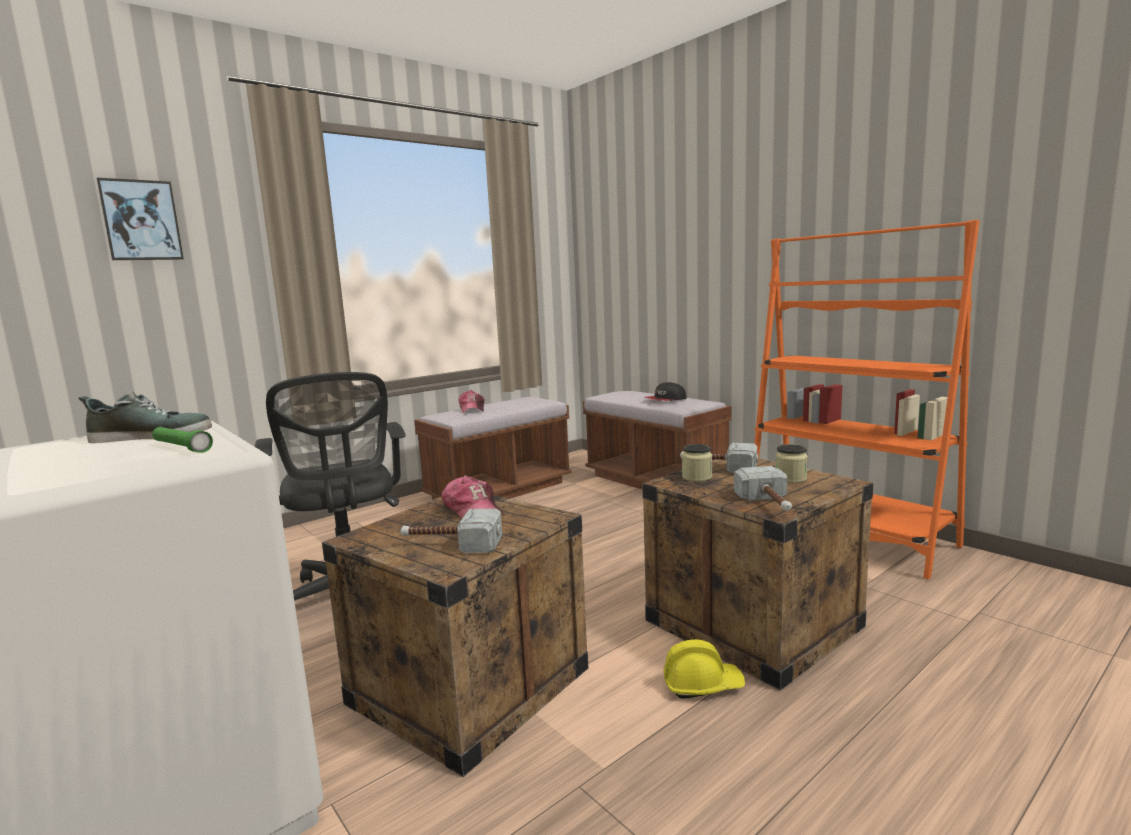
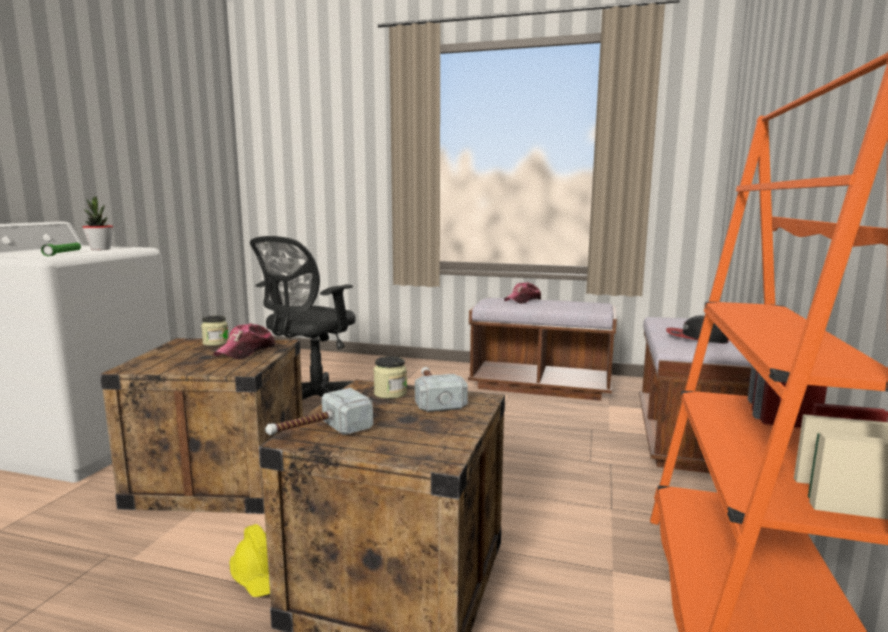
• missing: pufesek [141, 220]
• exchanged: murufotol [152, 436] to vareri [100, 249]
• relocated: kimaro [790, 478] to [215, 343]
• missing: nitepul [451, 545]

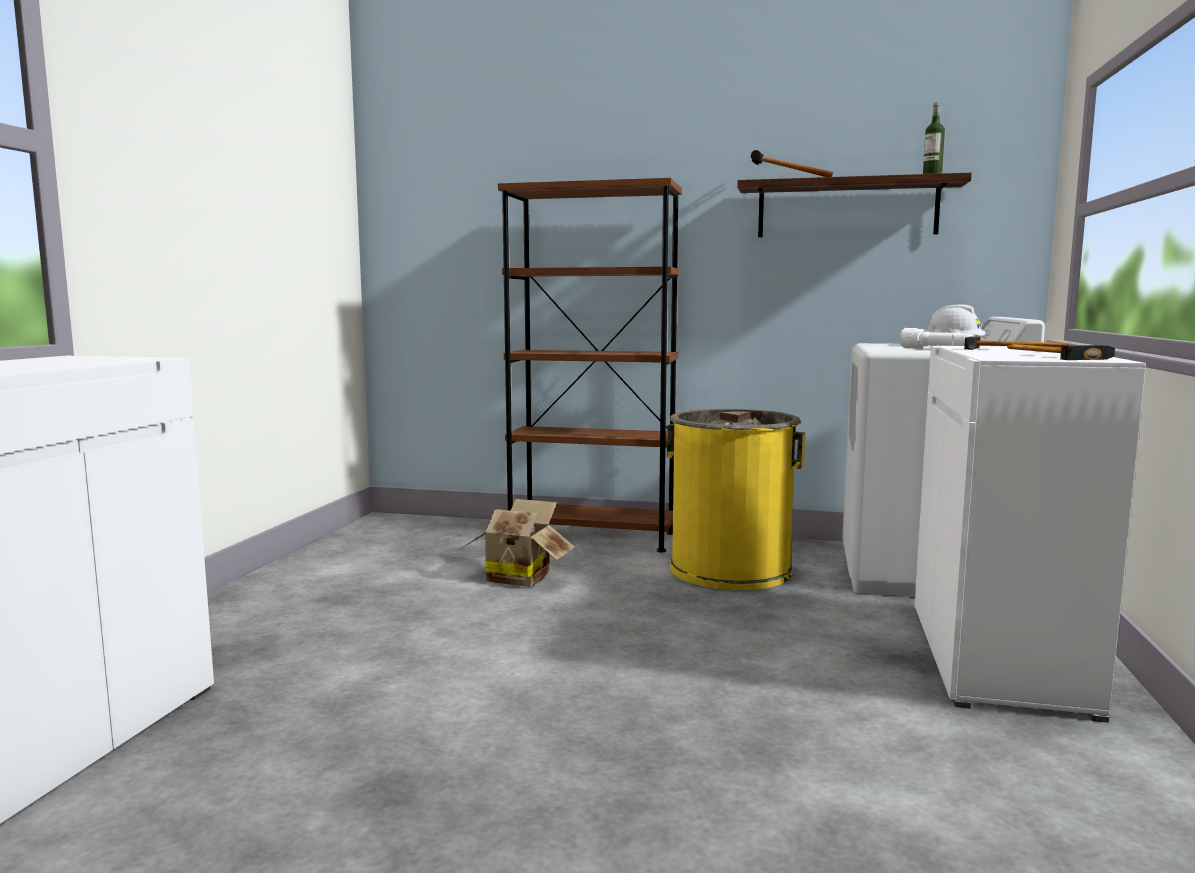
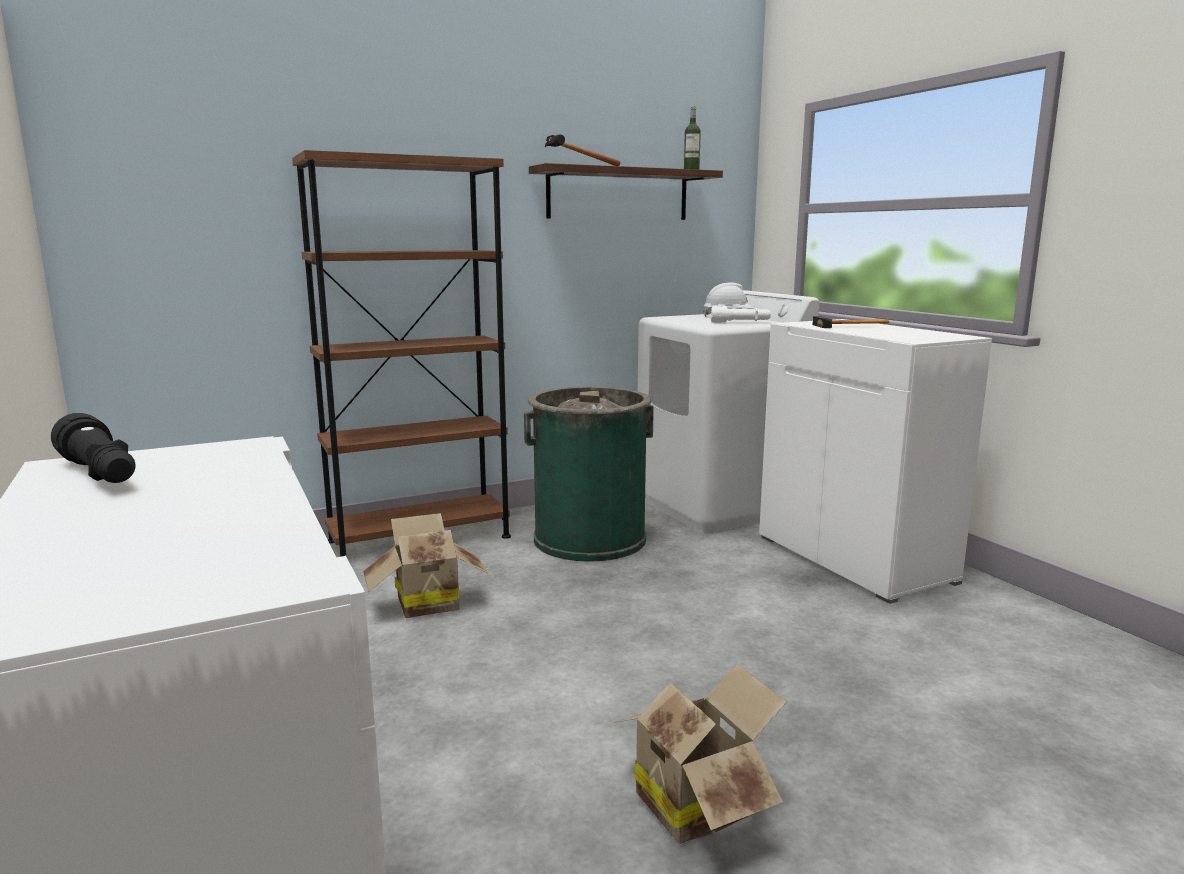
• missing: nitepul [1052, 356]
• colour: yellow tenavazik [730, 569] to green tenavazik [589, 539]
• appeared: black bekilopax [100, 474]
• appeared: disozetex [697, 802]

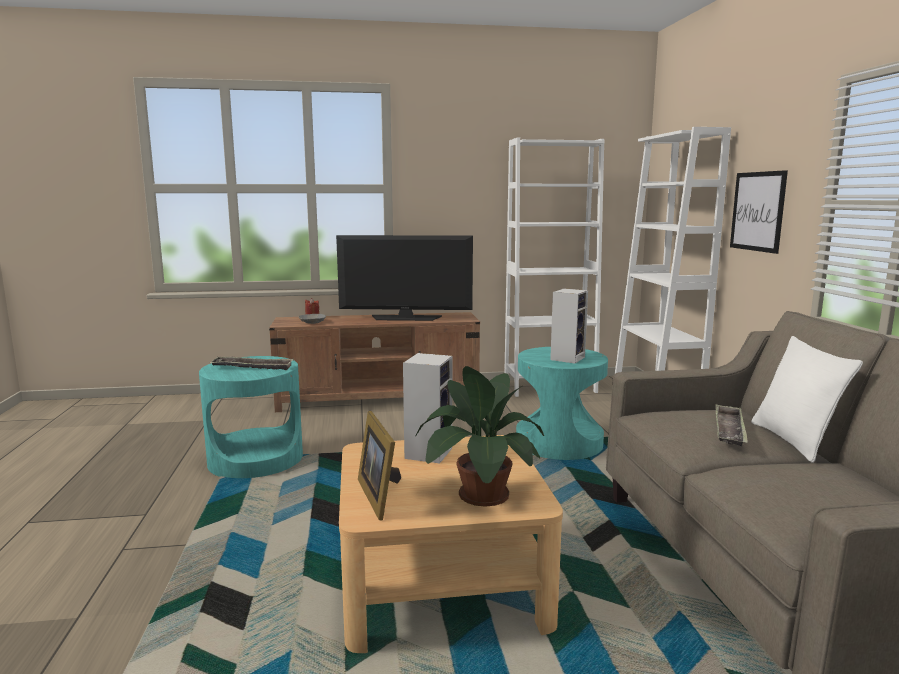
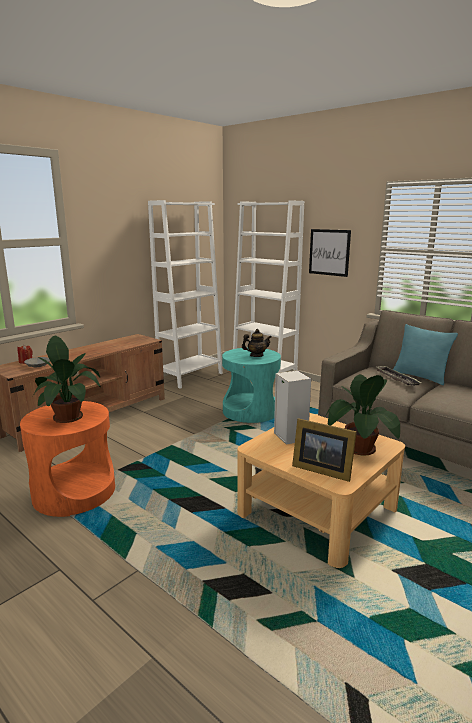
• missing: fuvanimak [405, 318]
• exchanged: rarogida [567, 358] to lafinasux [256, 355]
• colour: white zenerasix [793, 441] to turquoise zenerasix [420, 377]
• colour: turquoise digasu [255, 459] to orange digasu [74, 492]
• exchanged: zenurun [252, 367] to vareri [69, 415]

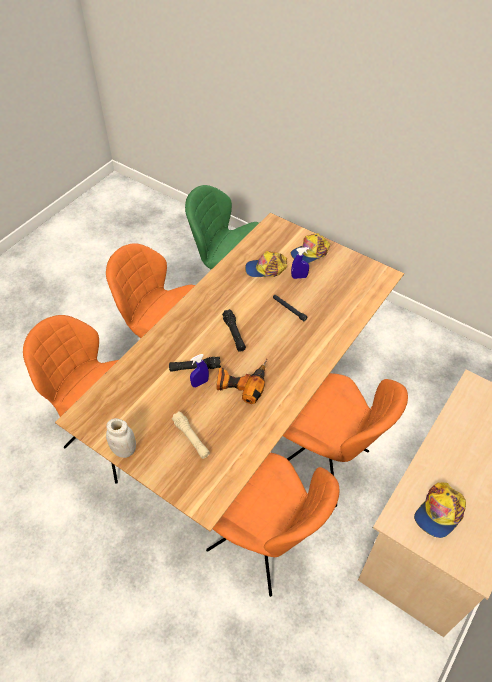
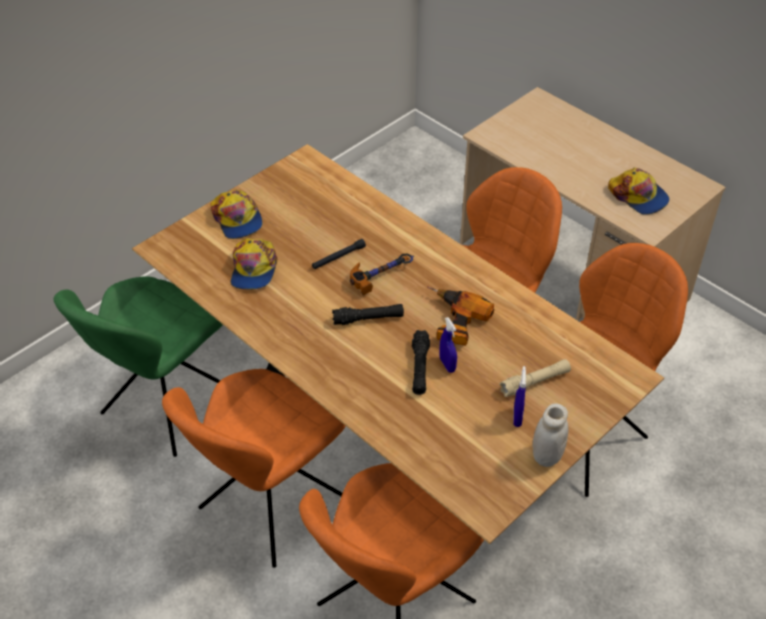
• relocated: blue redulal [299, 277] to [517, 417]
• appeared: nitepul [382, 274]

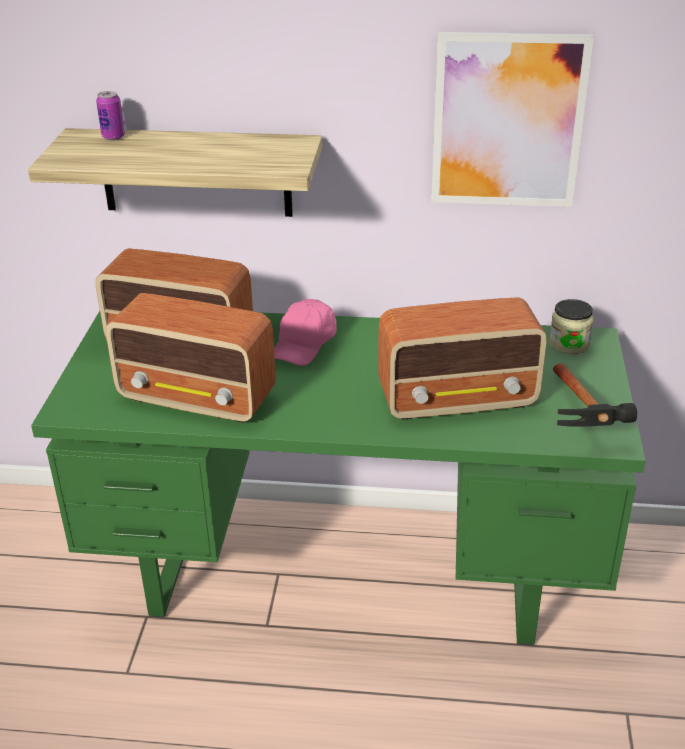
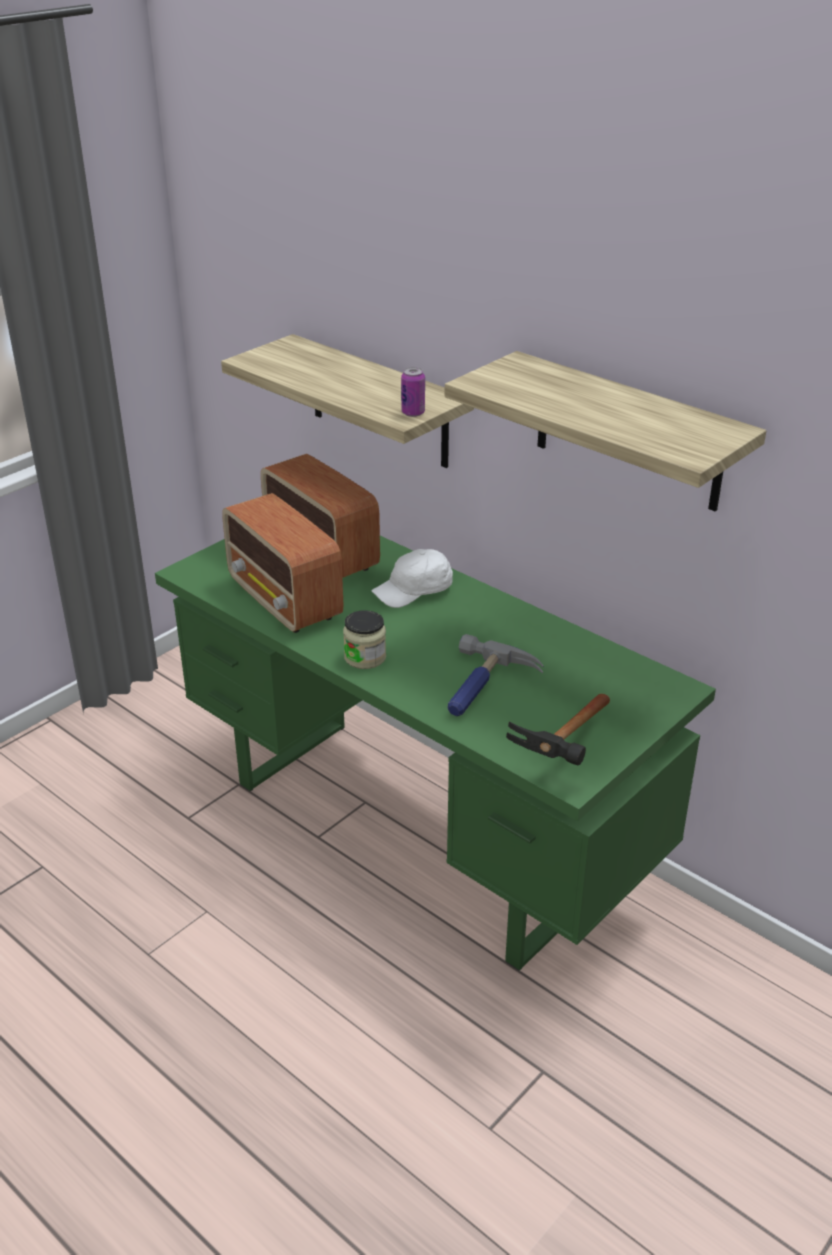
• exchanged: pufesek [507, 121] to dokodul [628, 432]
• relocated: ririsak [113, 137] to [413, 413]
• exchanged: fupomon [459, 399] to nitepul [483, 687]
• colour: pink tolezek [304, 345] to white tolezek [414, 591]
• relocated: kimaro [569, 344] to [365, 657]

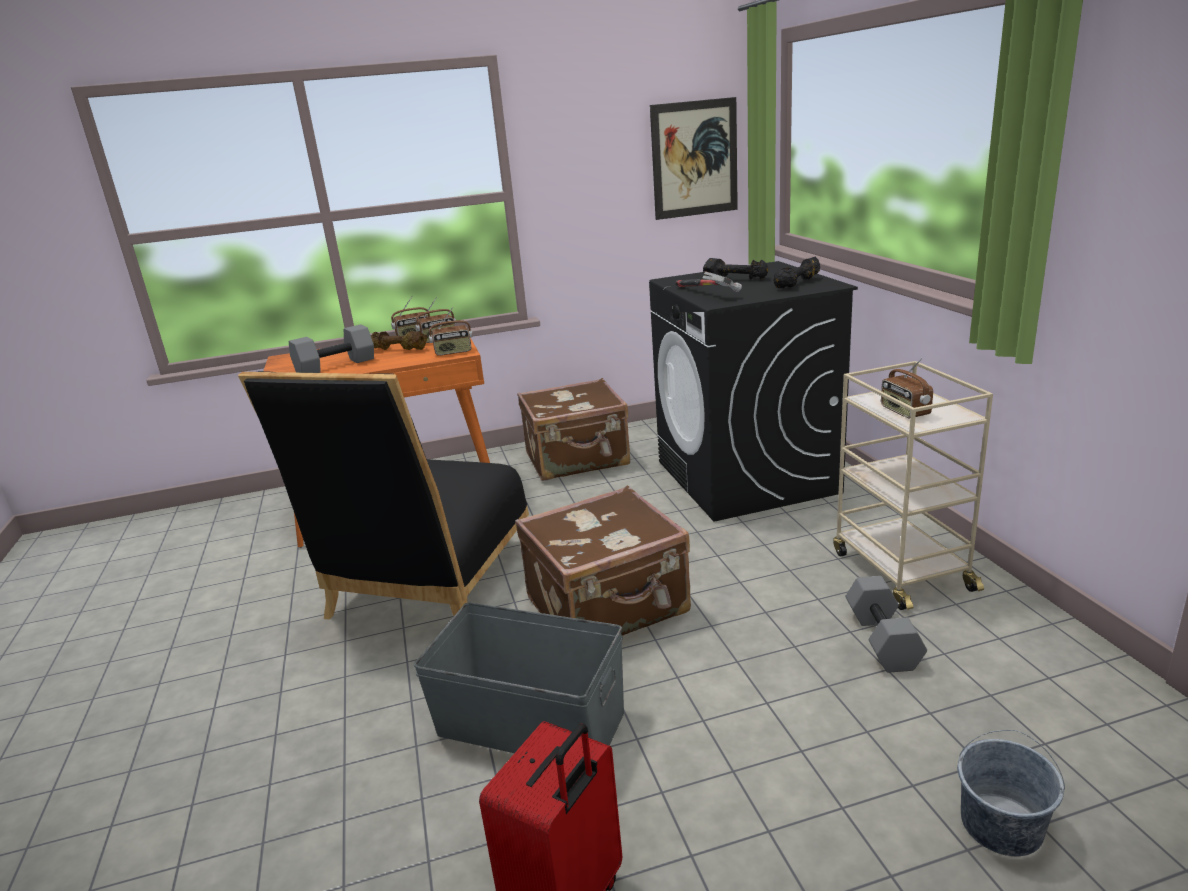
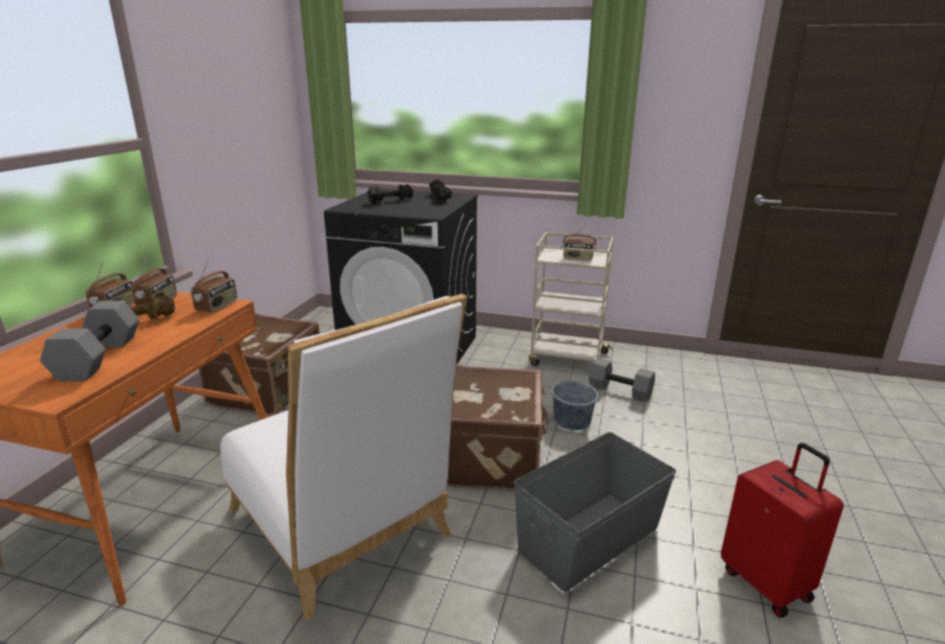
• missing: pufesek [694, 159]
• missing: nitepul [704, 294]
• colour: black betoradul [428, 585] to white betoradul [344, 531]
• relocated: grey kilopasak [1000, 825] to [571, 420]

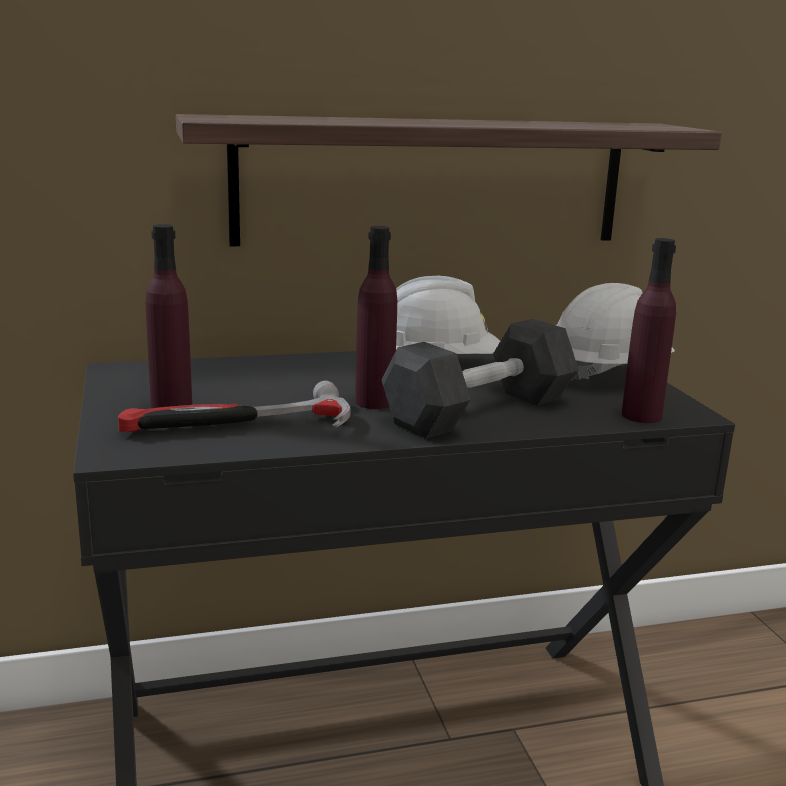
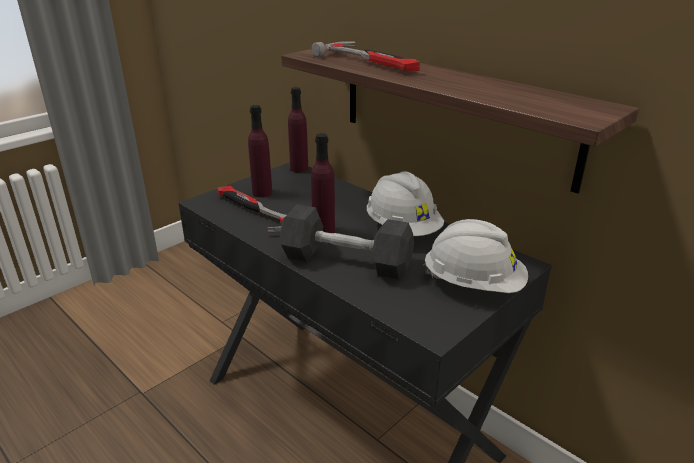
• relocated: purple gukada [641, 415] to [299, 168]
• appeared: nitepul [370, 62]

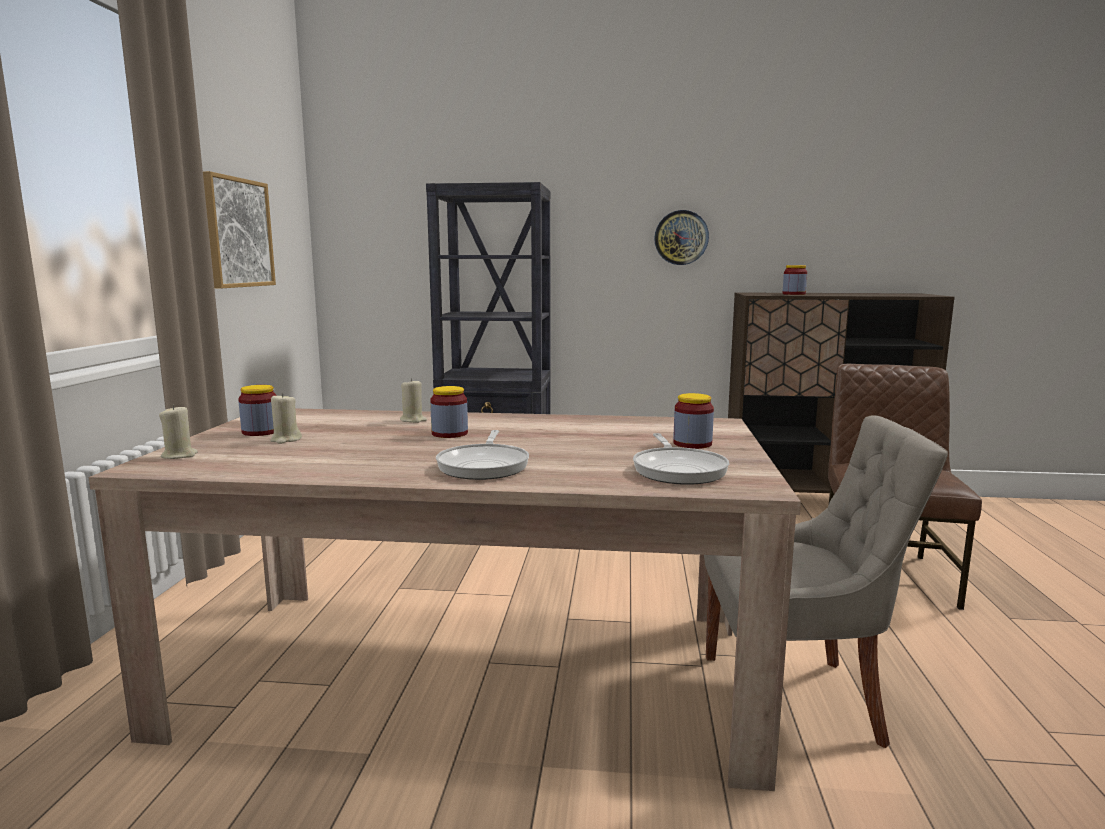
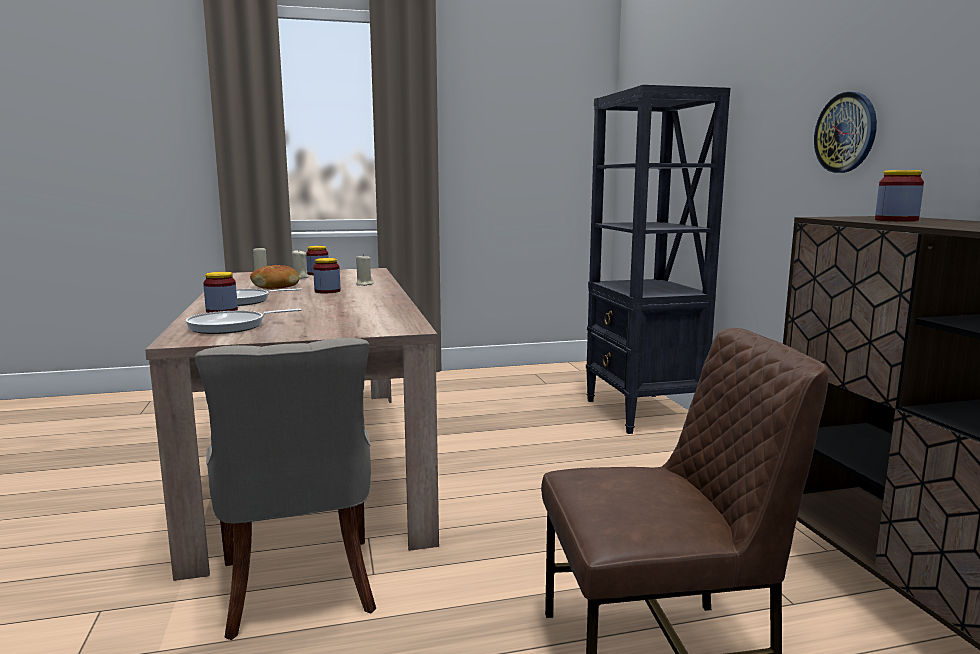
• missing: pufesek [238, 233]
• relocated: kimaro [692, 444] to [222, 311]
• appeared: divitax [276, 286]

